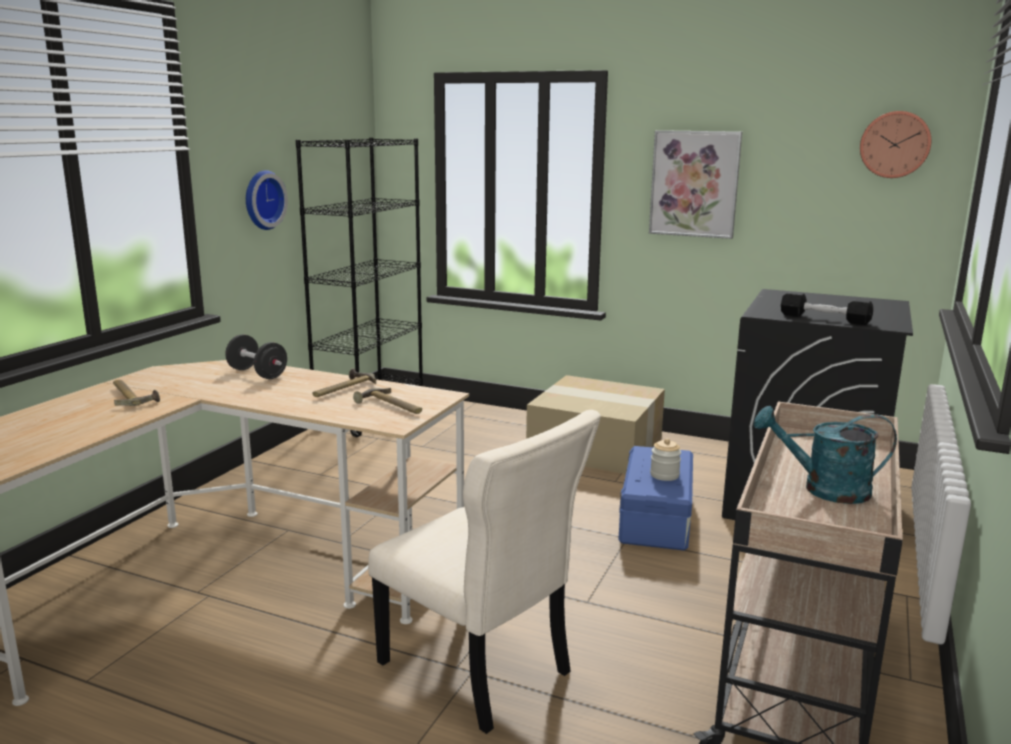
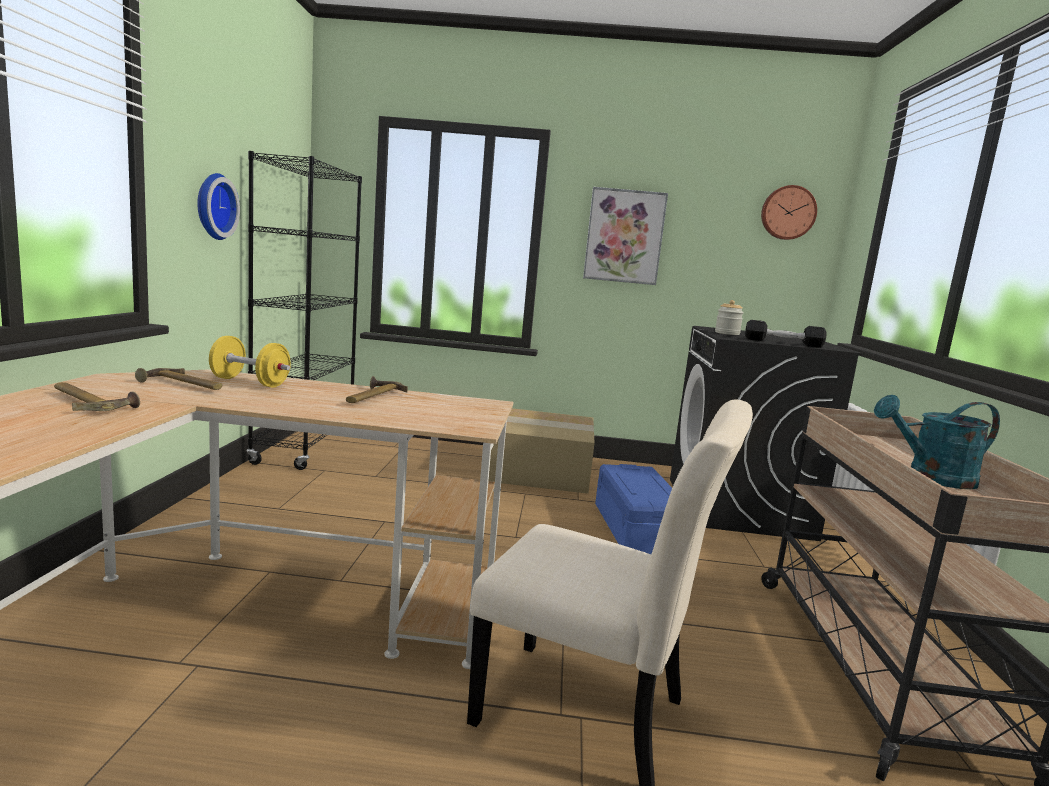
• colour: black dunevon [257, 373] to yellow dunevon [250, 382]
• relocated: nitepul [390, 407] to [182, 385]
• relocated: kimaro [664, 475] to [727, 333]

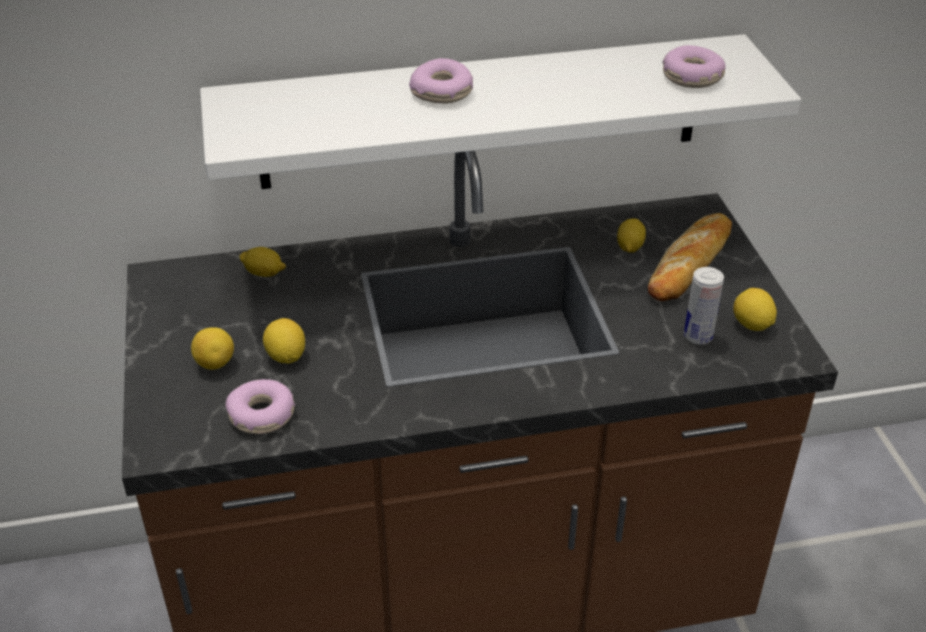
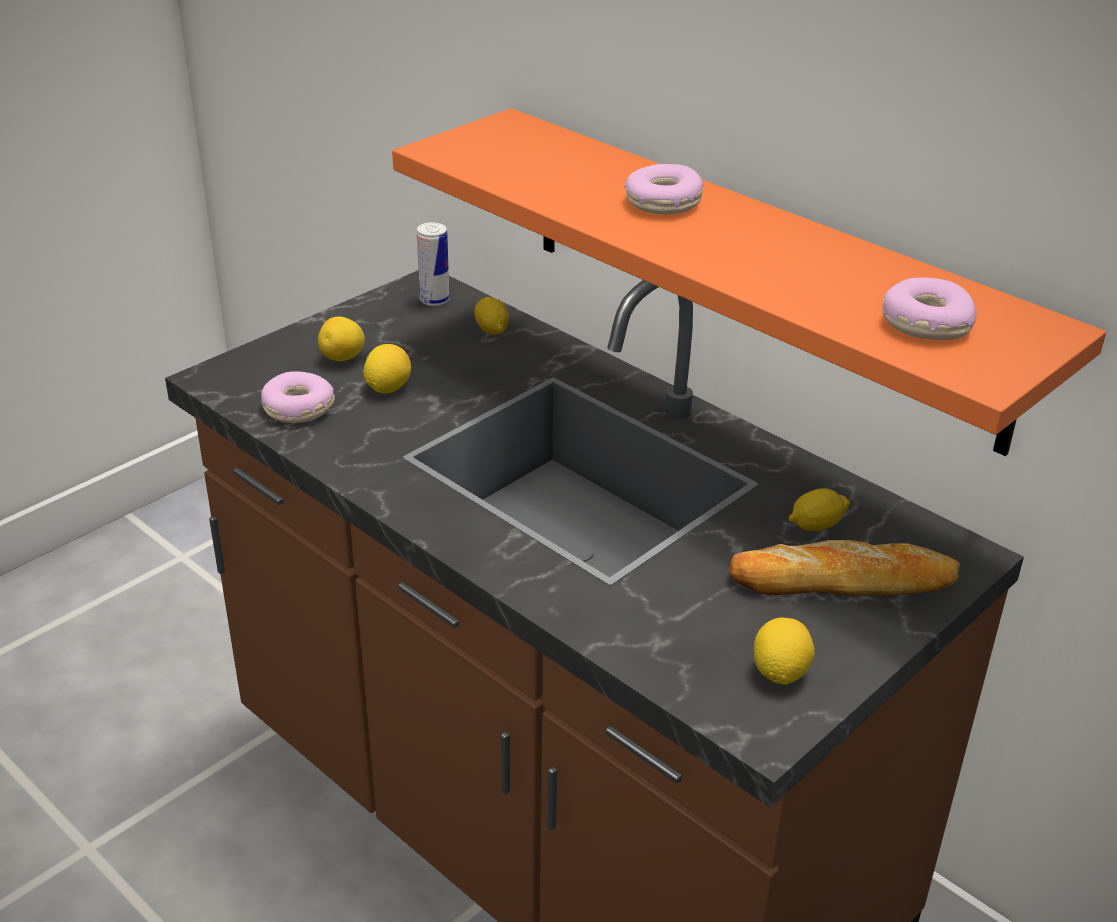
• colour: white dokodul [482, 112] to orange dokodul [757, 272]
• relocated: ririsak [698, 336] to [434, 300]

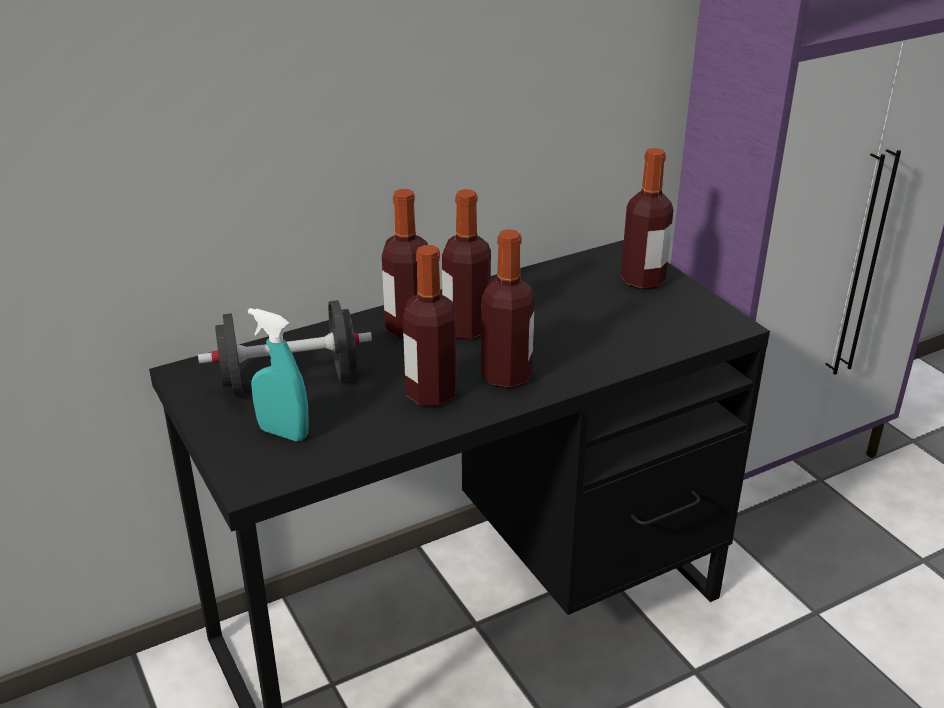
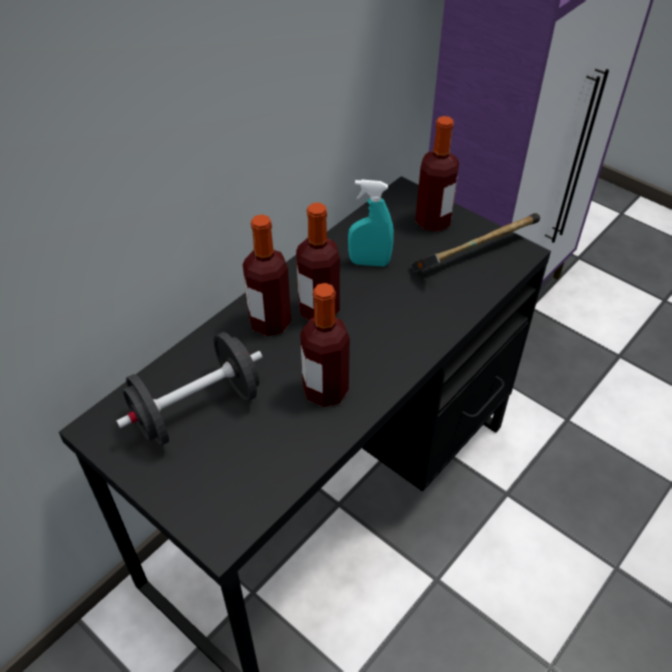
• missing: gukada [506, 376]
• relocated: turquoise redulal [283, 433] to [369, 262]
• appeared: nitepul [473, 255]

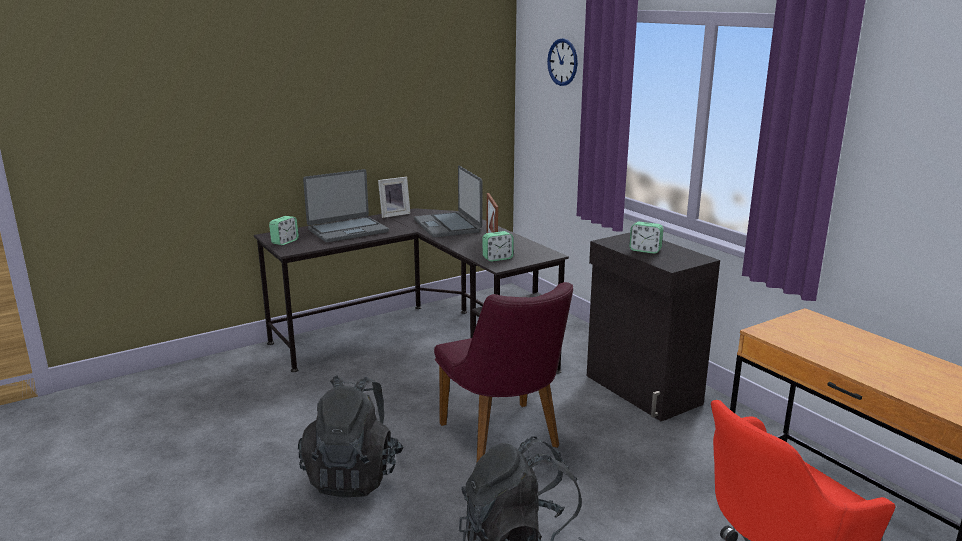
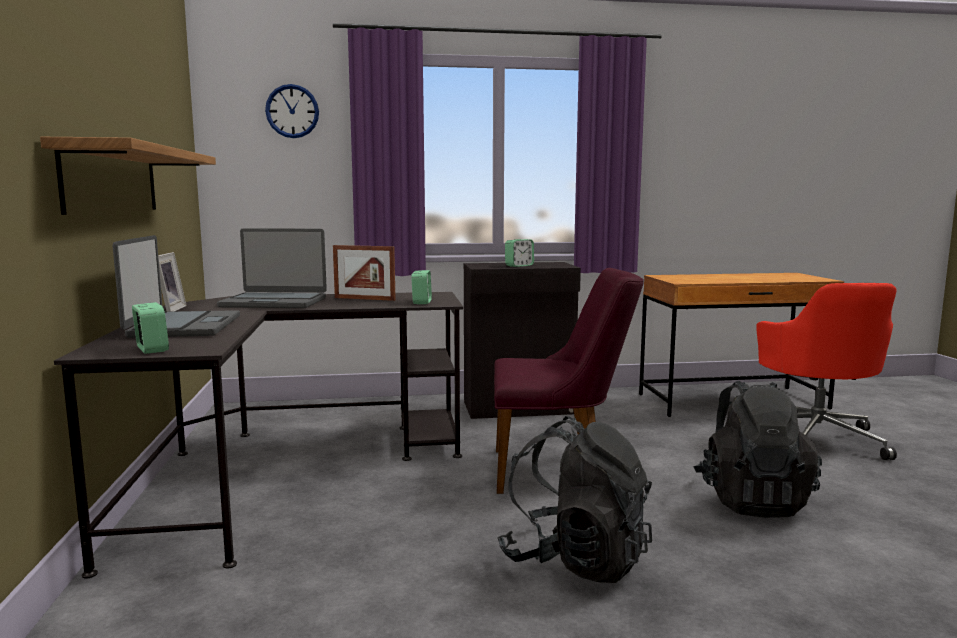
• appeared: dokodul [112, 180]

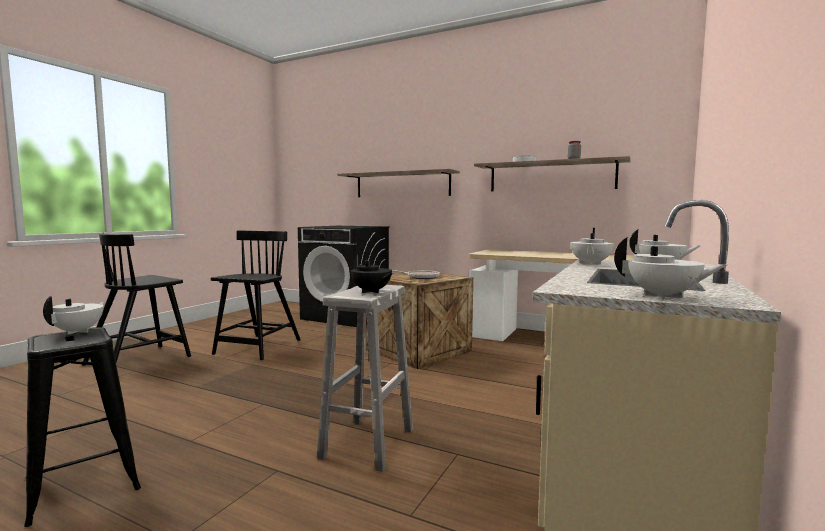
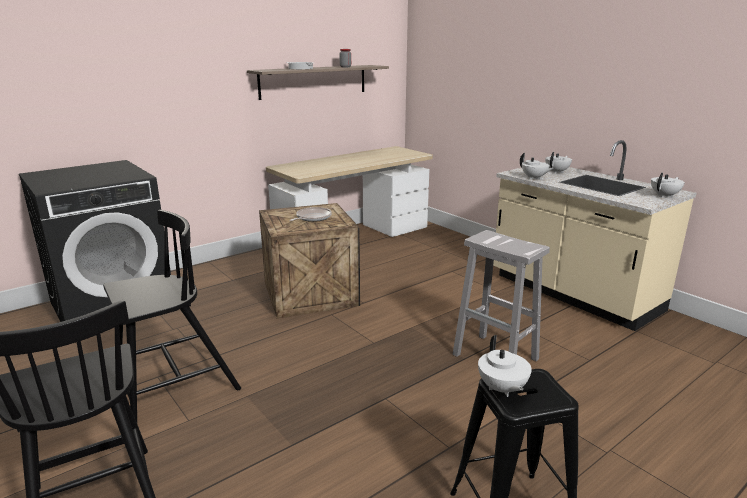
• missing: dokodul [402, 185]
• spun: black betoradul [257, 347] = [175, 387] 105 degrees clockwise
• missing: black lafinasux [371, 291]
• spun: white lafinasux [78, 331] = [502, 389] 135 degrees counterclockwise

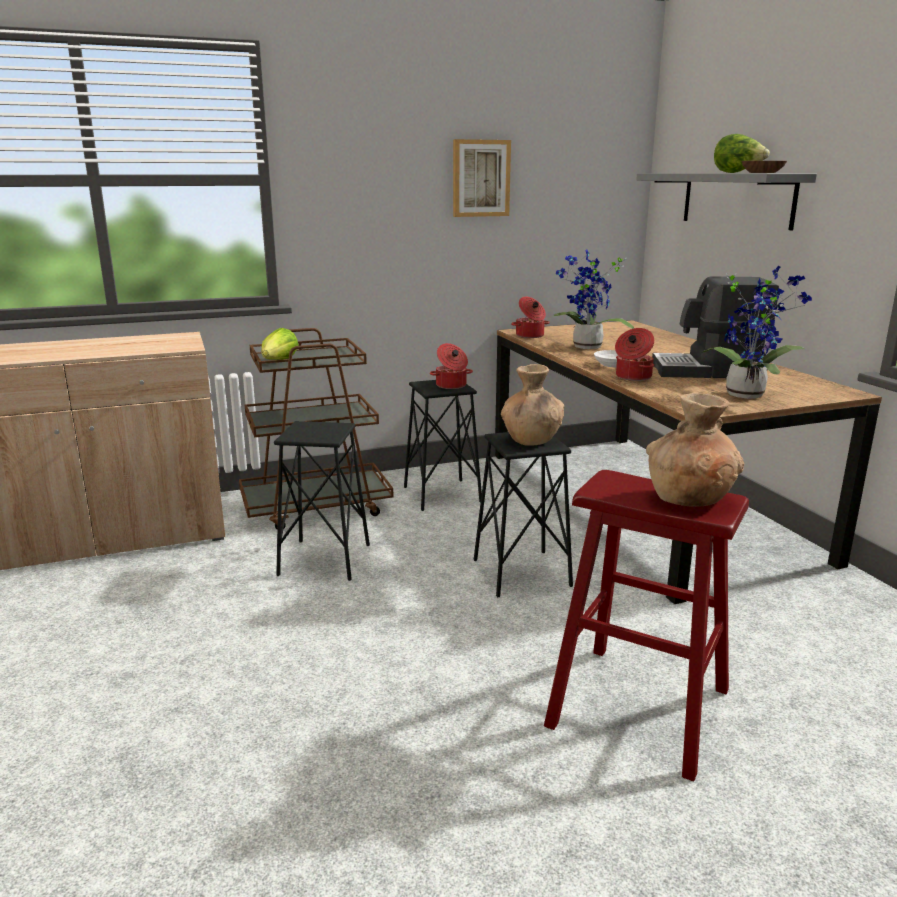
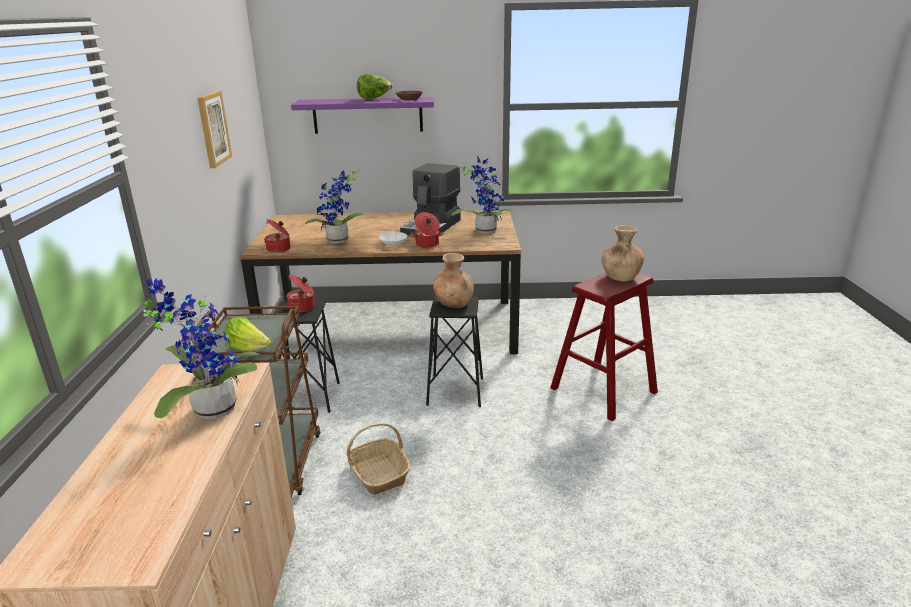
• colour: grey dokodul [737, 199] to purple dokodul [367, 115]
• exchanged: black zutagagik [324, 560] to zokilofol [378, 473]
• appeared: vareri [210, 408]

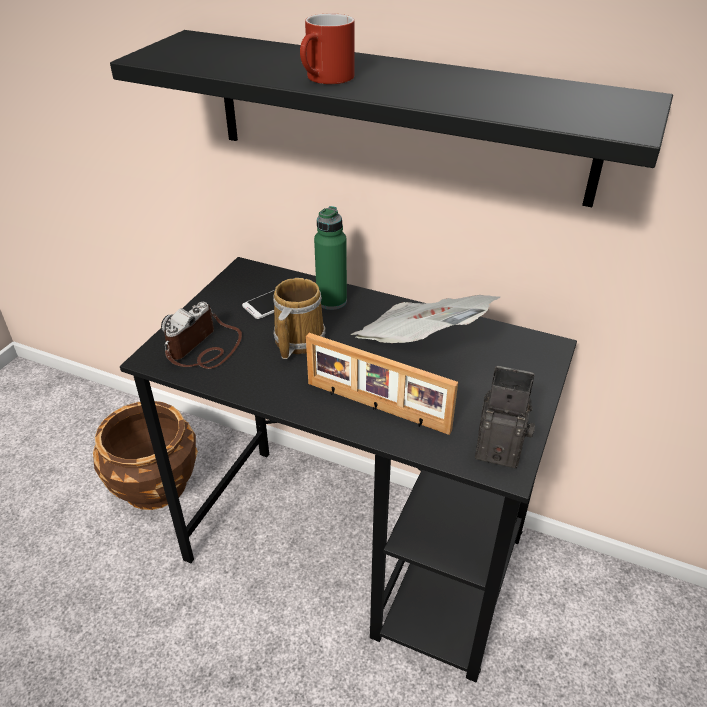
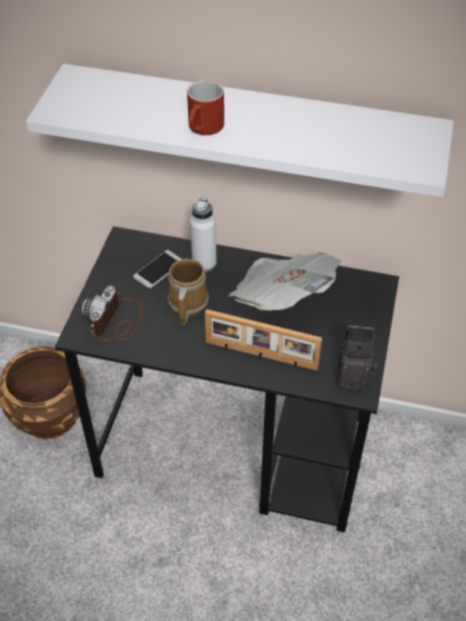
• colour: black dokodul [398, 116] to white dokodul [250, 127]
• colour: green gukada [331, 301] to white gukada [204, 263]

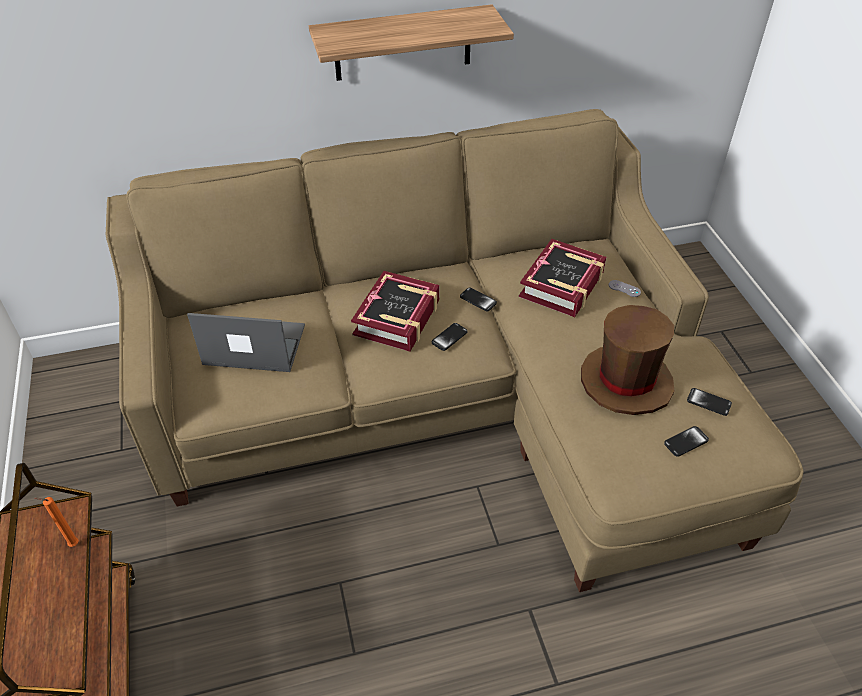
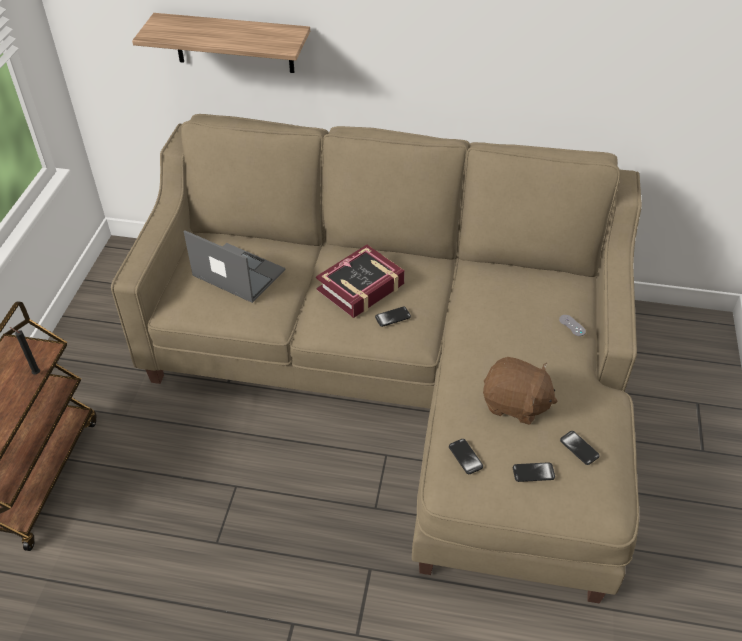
• relocated: dokodul [403, 43] to [234, 43]
• missing: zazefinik [562, 285]
• relocated: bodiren [478, 300] to [465, 457]
• exchanged: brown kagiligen [625, 382] to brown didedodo [515, 404]
• colour: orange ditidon [72, 544] to black ditidon [35, 373]

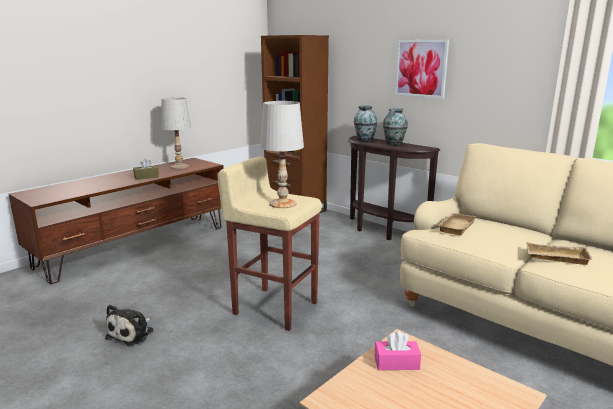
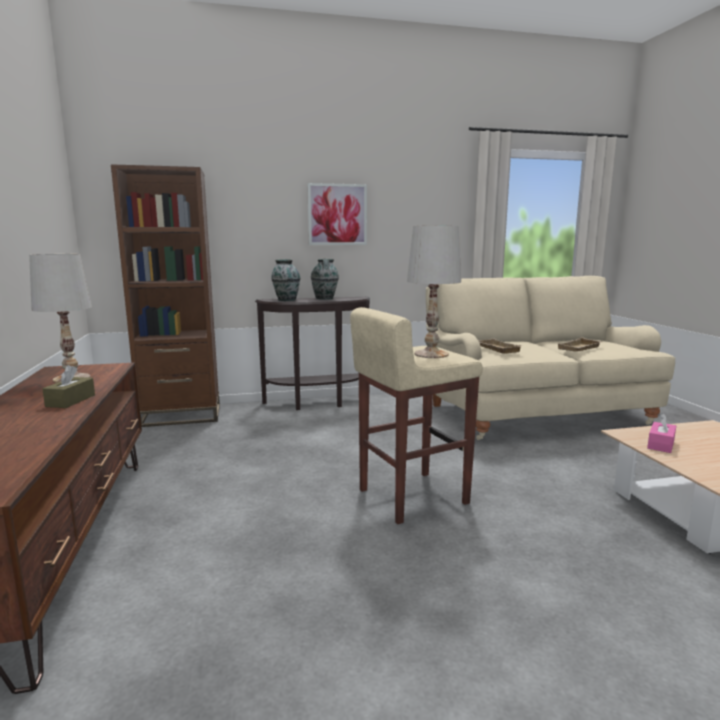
• missing: didedodo [132, 333]

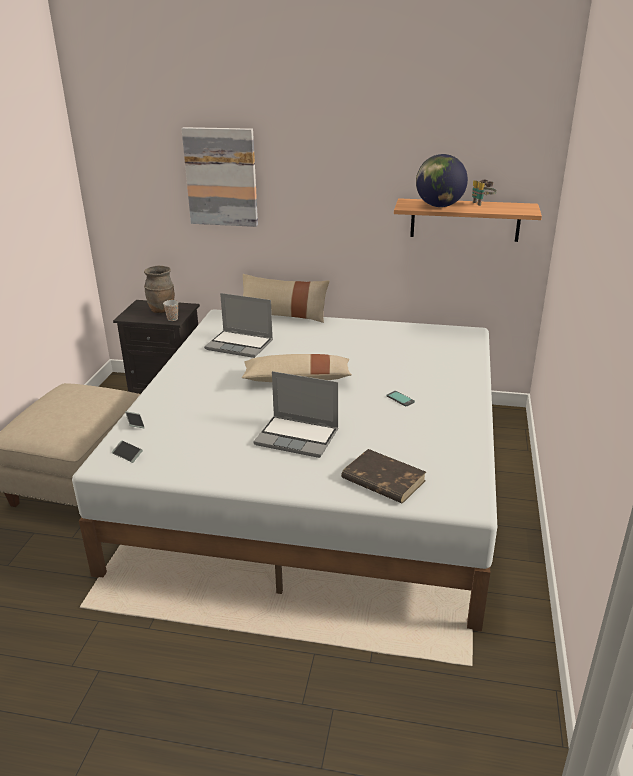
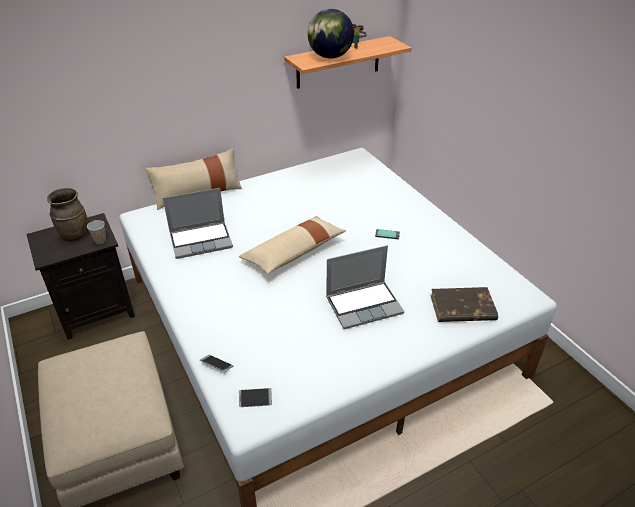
• missing: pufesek [221, 177]

